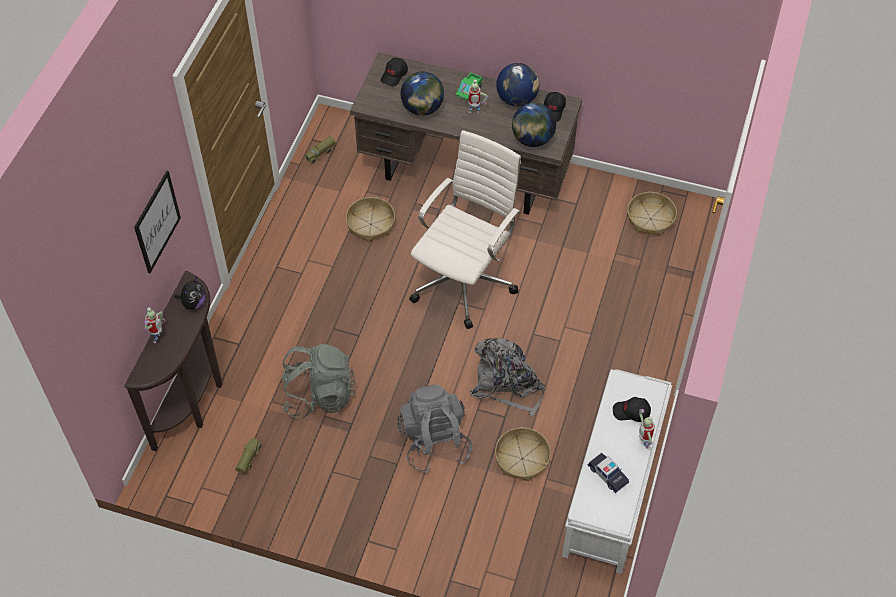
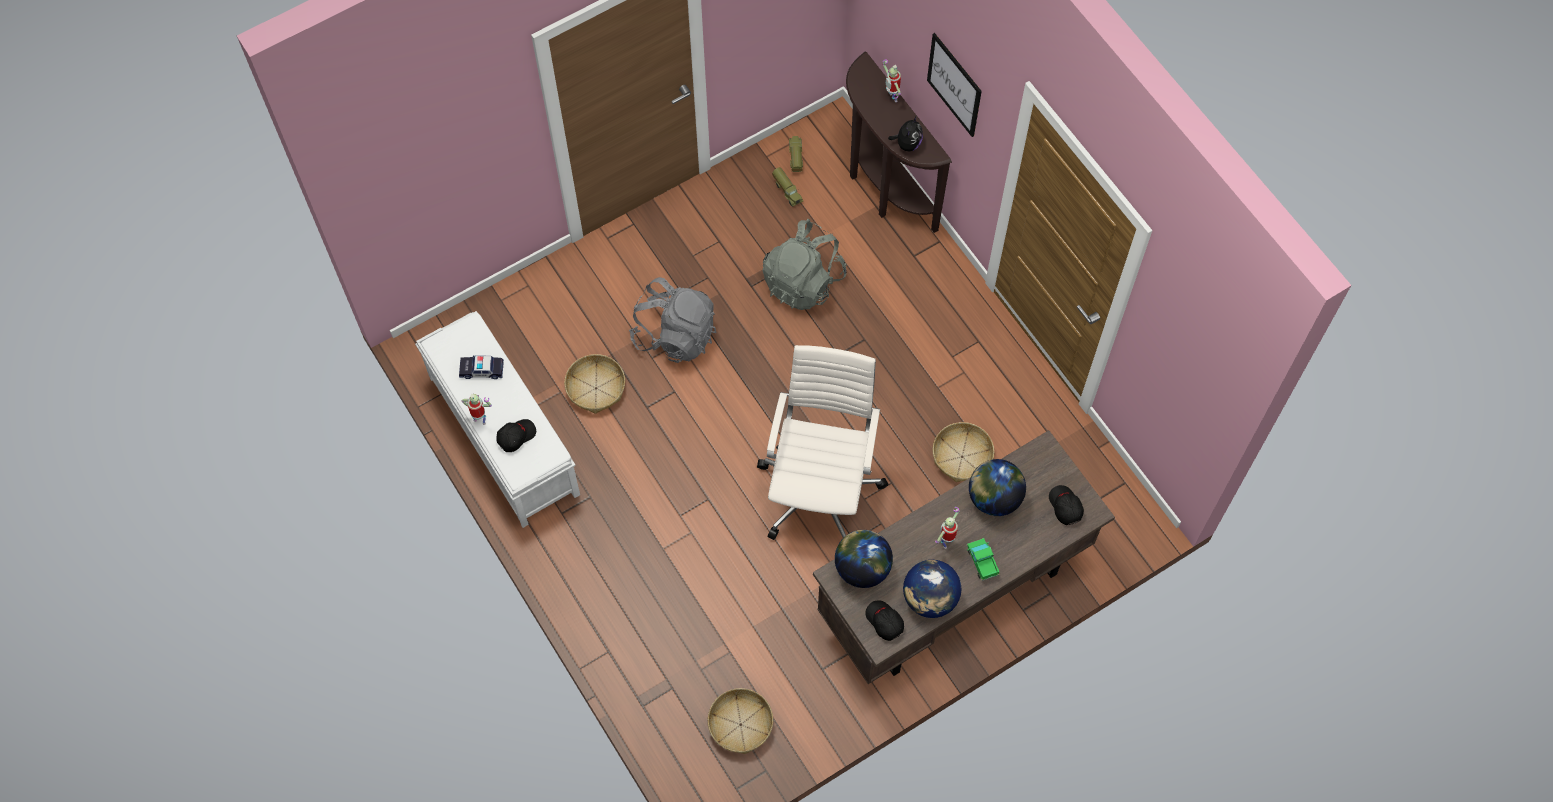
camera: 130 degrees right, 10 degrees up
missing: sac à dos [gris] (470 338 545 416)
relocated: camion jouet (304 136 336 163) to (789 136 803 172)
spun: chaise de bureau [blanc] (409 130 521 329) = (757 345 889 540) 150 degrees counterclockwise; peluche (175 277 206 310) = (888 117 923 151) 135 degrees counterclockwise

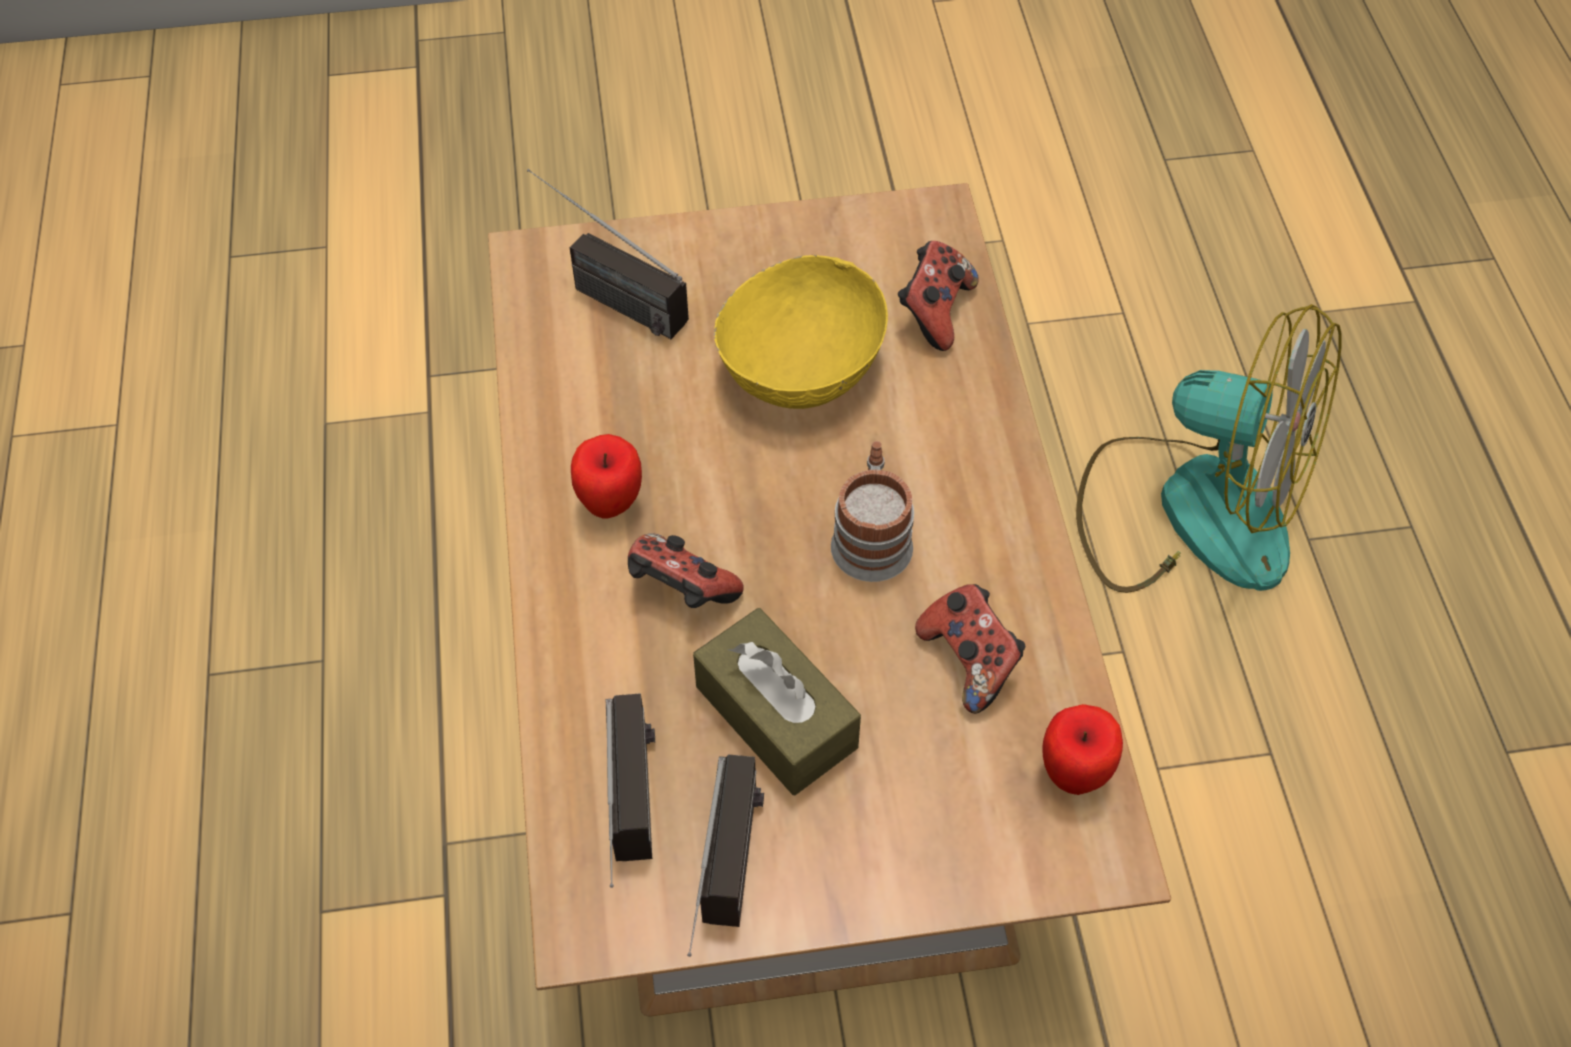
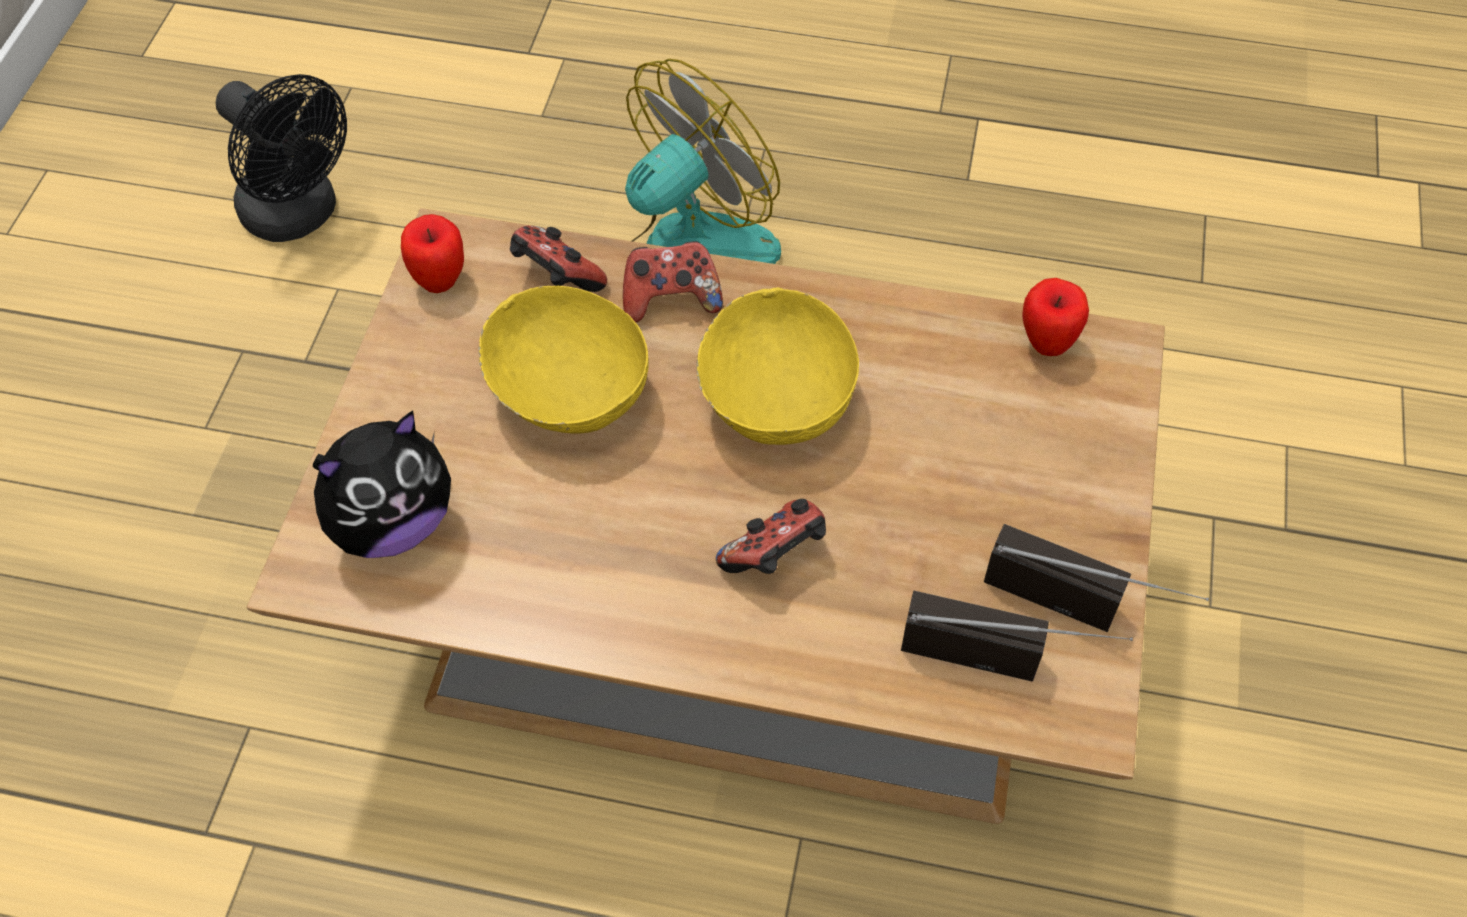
camera: 70 degrees left, 0 degrees up
missing: boîte à mouchoirs [marron] (693 608 861 795)
appeared: ventilateur [noir] (216 74 347 242)
relocated: pomme (571 434 642 519) to (401 214 464 293); manette (915 584 1025 714) to (623 241 723 322)
exchanged: radio (527 169 689 339) to peluche (313 411 451 558); mug (831 441 914 582) to bol [jaune] (696 287 859 445)

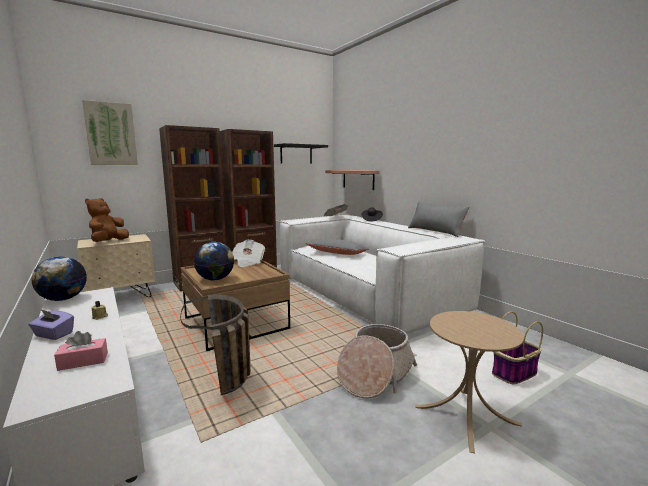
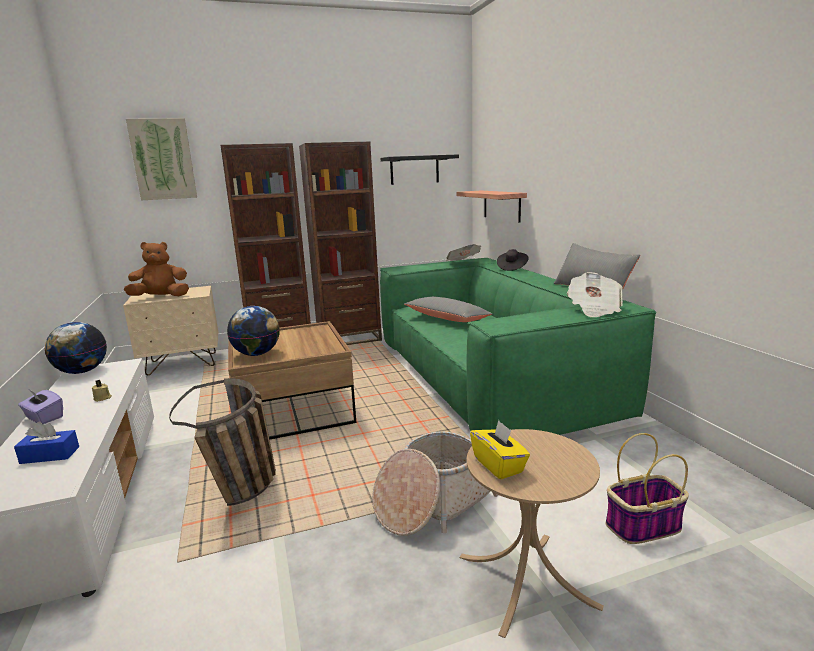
camera: 15 degrees right, 5 degrees up
appeared: boîte à mouchoirs [jaune] (470 420 530 479)
relocated: journal (232 240 265 267) to (567 272 623 317)
colour: canapé [blanc] (279 215 485 334) to canapé [vert] (380 258 656 435); boîte à mouchoirs [rose] (54 331 108 371) to boîte à mouchoirs [bleu] (14 421 79 464)
spun: peluche [marron] (85 198 129 242) = (124 242 189 296) 45 degrees clockwise

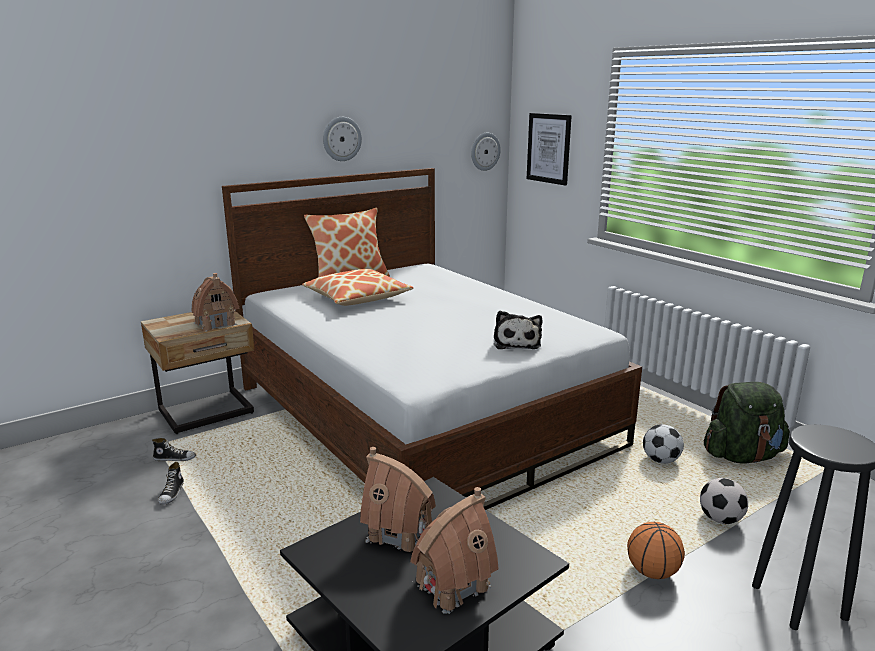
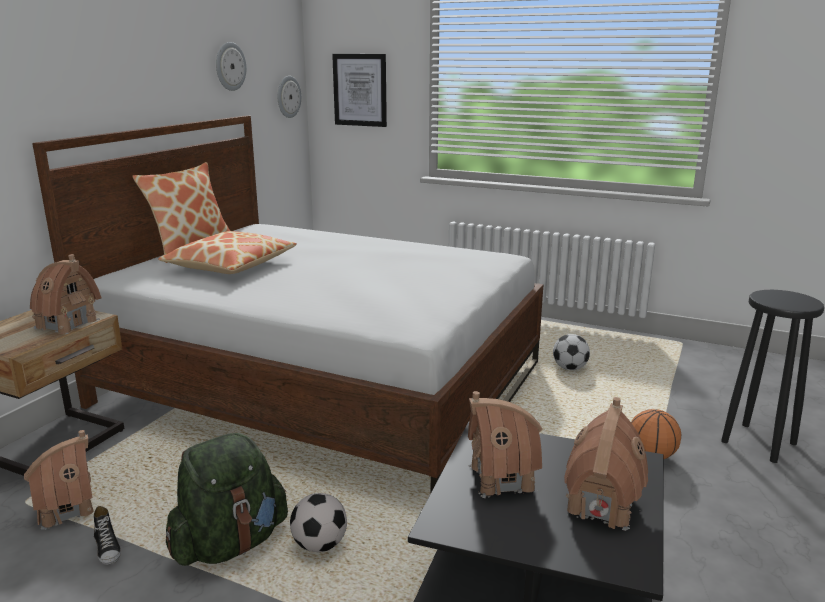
camera: 30 degrees left, 0 degrees up
missing: peluche (494 311 542 349)
relocated: horloge murale (323 117 362 161) to (216 42 246 91); sac à dos [vert] (704 382 790 464) to (166 433 288 566); ballon de foot (700 478 748 524) to (290 493 347 552)
exchanged: chaussure (152 438 196 461) to maison miniature (24 430 94 530)

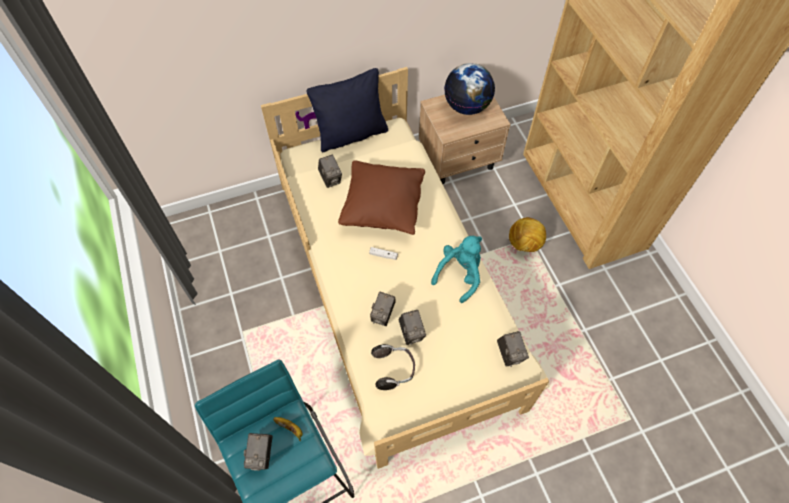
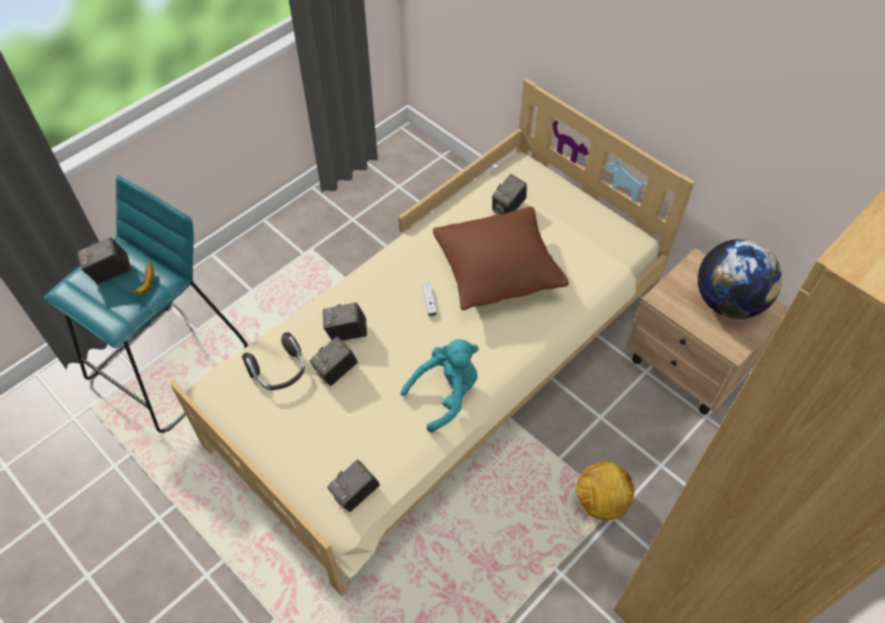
camera: 65 degrees right, 5 degrees down
missing: coussin [noir] (307 68 388 152)
spun: peluche [turquoise] (431 236 482 303) = (401 339 479 433) 45 degrees counterclockwise

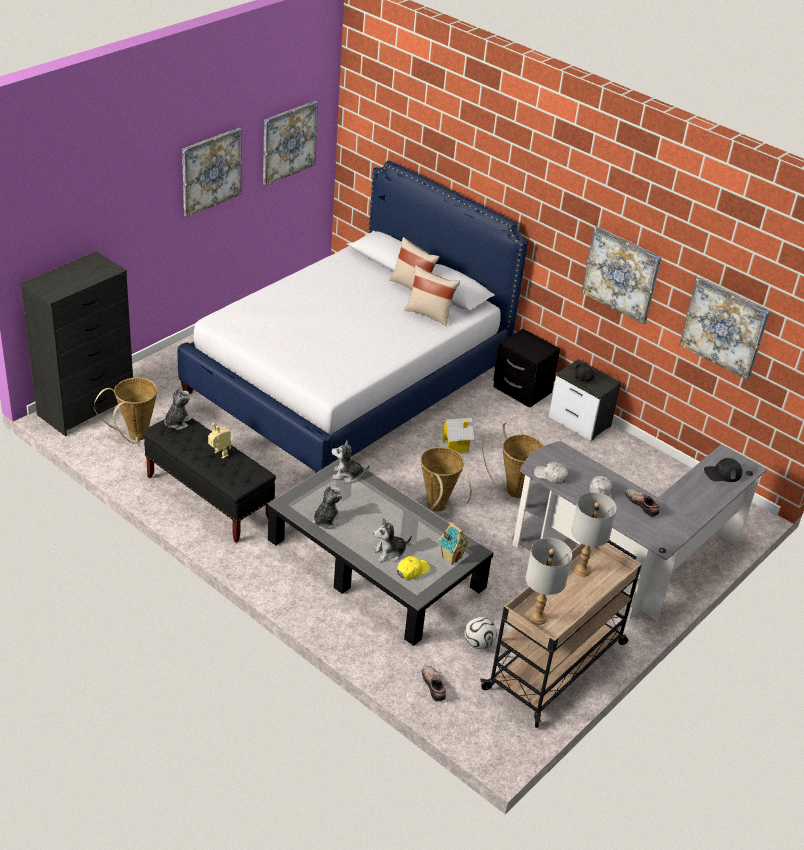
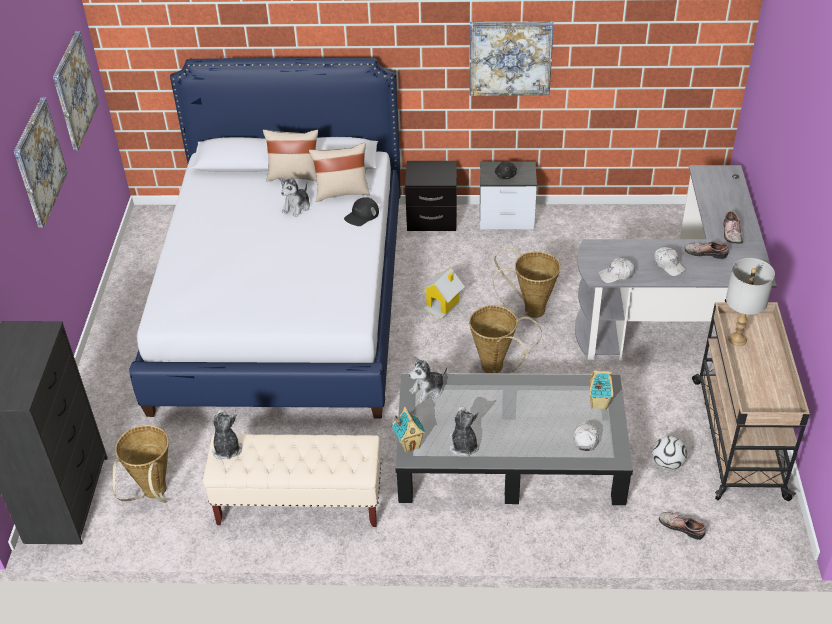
camera: 35 degrees left, 5 degrees up
missing: tableau (679 278 770 380); robot jouet (208 423 231 459); lampe de table [gris] (526 538 572 625)
appeared: chaussure (724 211 743 244); maison miniature (392 407 426 453)
relocated: casquette [noir] (704 458 742 482) to (344 197 379 226); peluche (373 518 412 562) to (280 177 310 217)
colour: banc [noir] (143 418 276 543) to banc [beige] (203 434 381 527); casquette [jaune] (397 556 430 580) to casquette [blanc] (573 421 599 451)

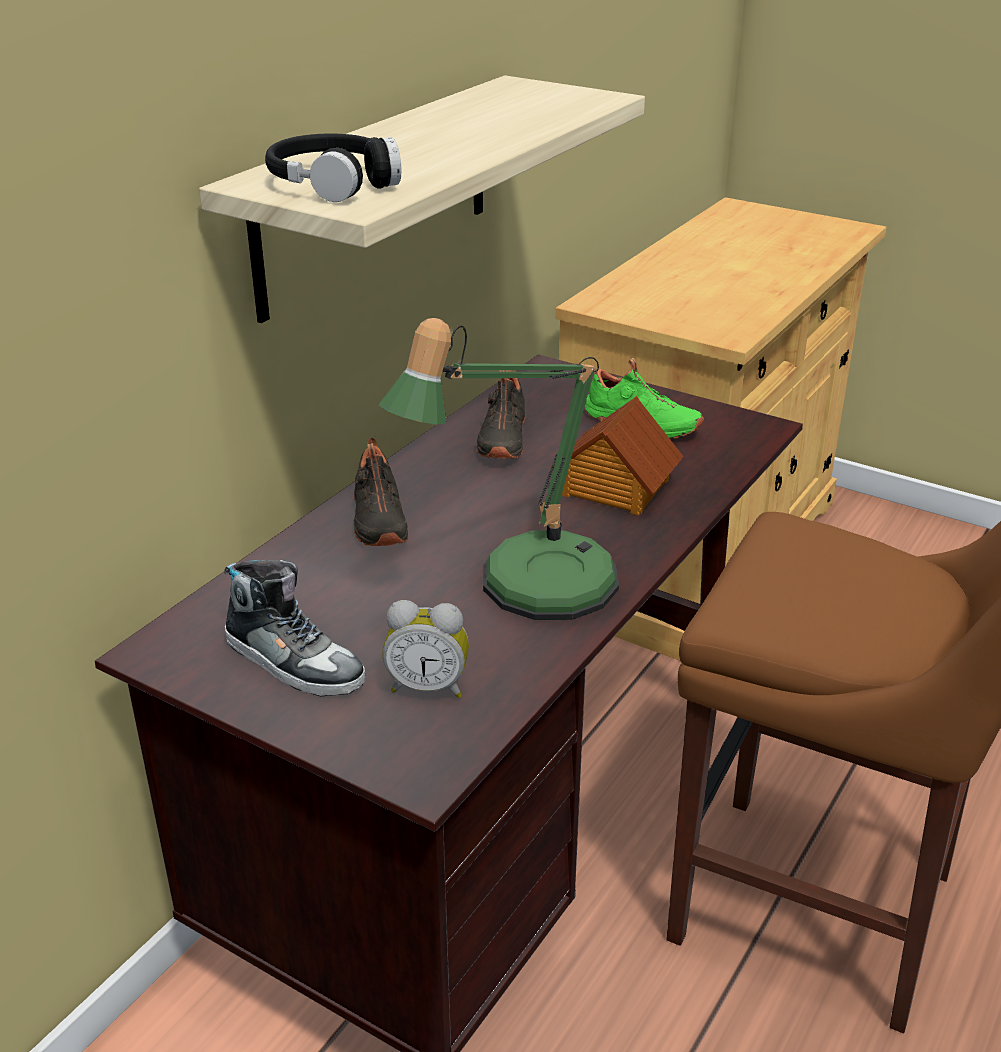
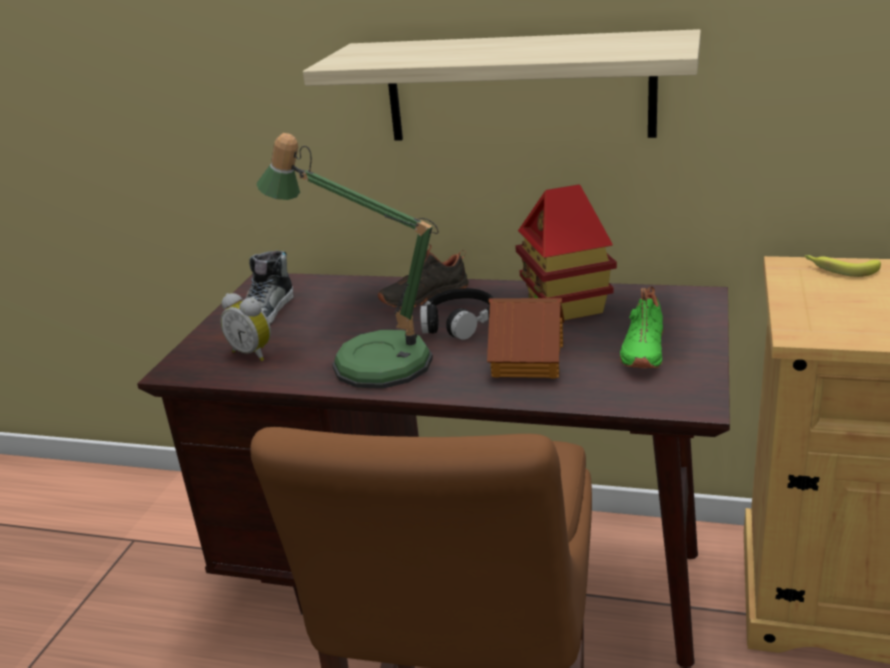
camera: 75 degrees right, 5 degrees down
appeared: banane (804 255 881 277)
relocated: casque audio [noir] (265 134 401 202) to (420 288 493 340)
exchanged: chaussure [noir] (477 370 526 459) to maison miniature (515 184 617 320)
spun: réveil (383 600 469 698) = (220 293 271 361) 45 degrees counterclockwise

